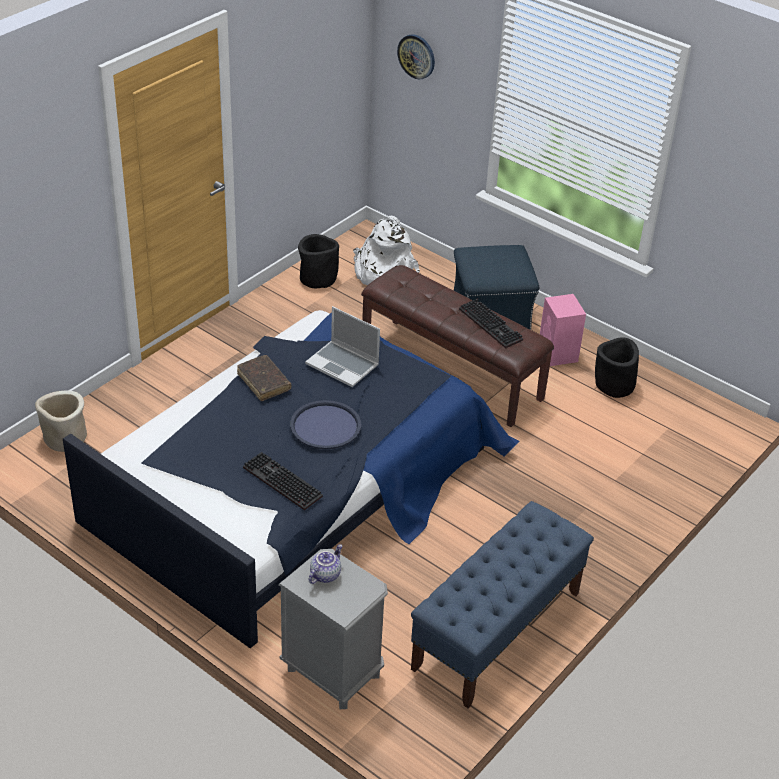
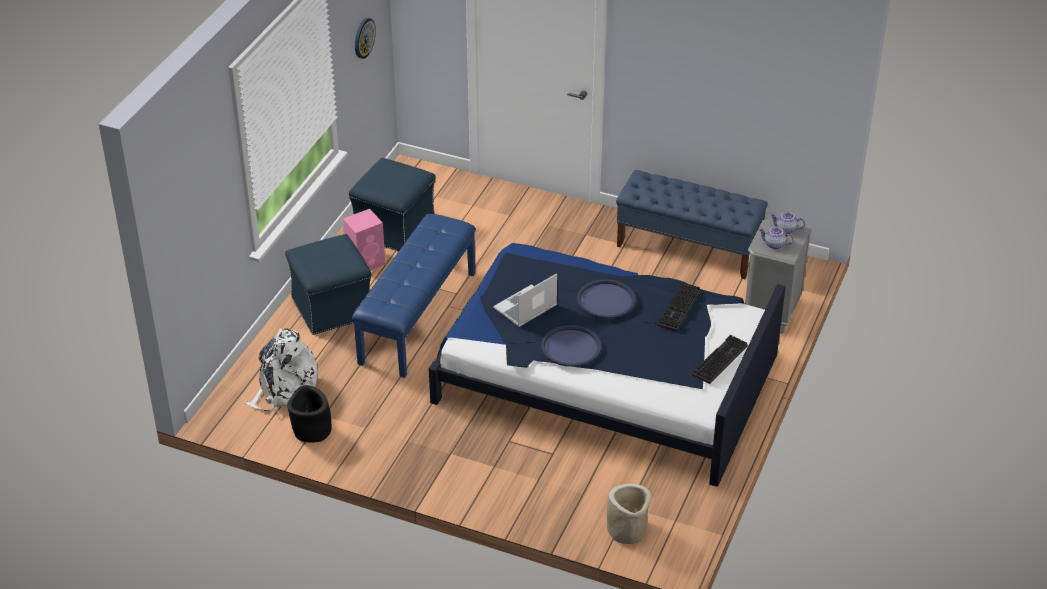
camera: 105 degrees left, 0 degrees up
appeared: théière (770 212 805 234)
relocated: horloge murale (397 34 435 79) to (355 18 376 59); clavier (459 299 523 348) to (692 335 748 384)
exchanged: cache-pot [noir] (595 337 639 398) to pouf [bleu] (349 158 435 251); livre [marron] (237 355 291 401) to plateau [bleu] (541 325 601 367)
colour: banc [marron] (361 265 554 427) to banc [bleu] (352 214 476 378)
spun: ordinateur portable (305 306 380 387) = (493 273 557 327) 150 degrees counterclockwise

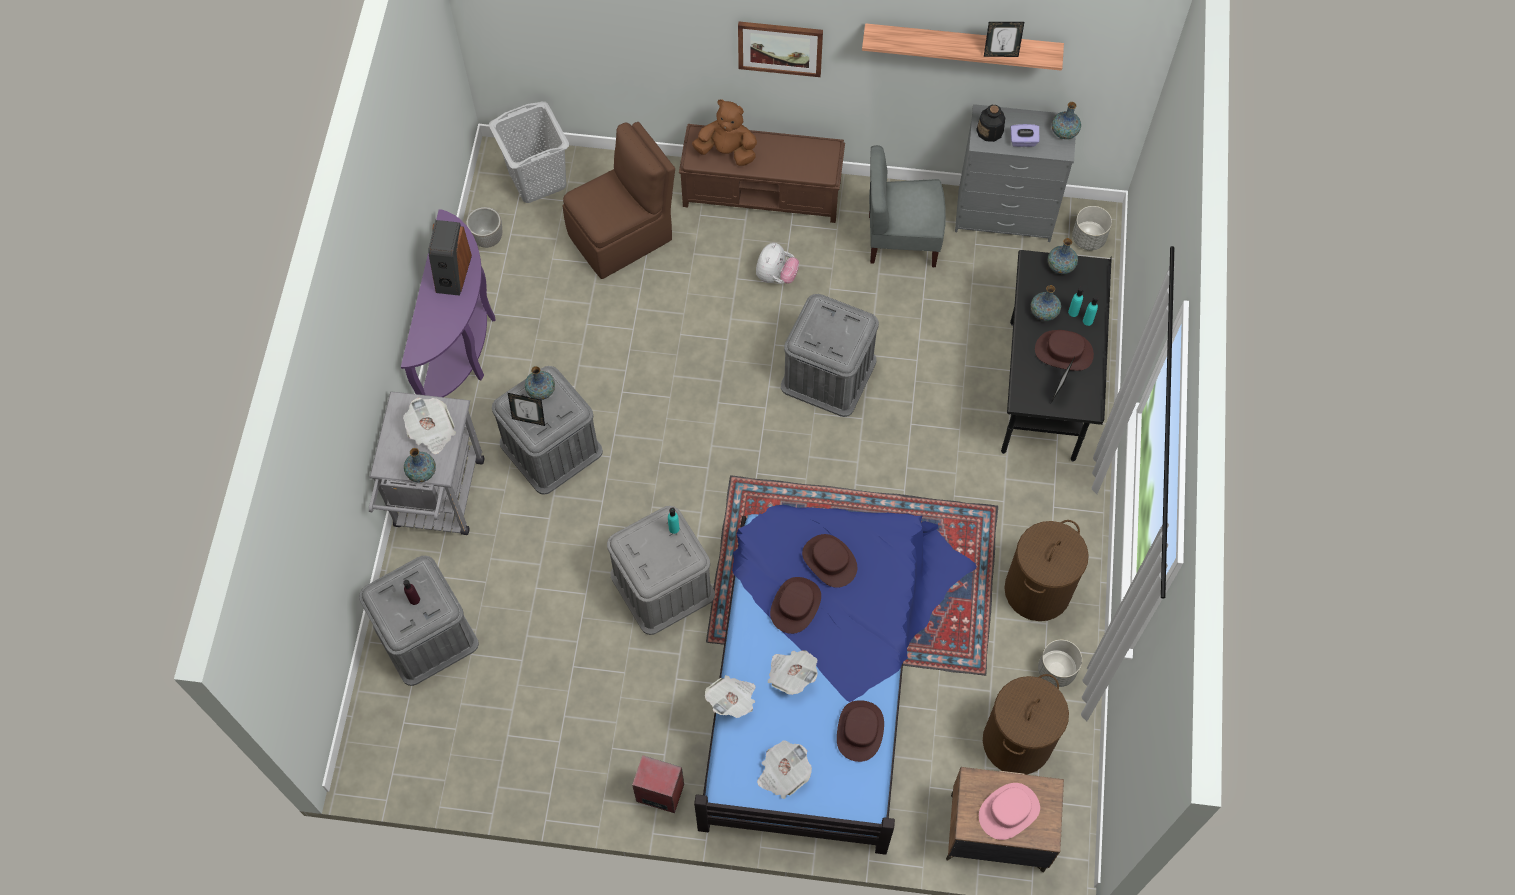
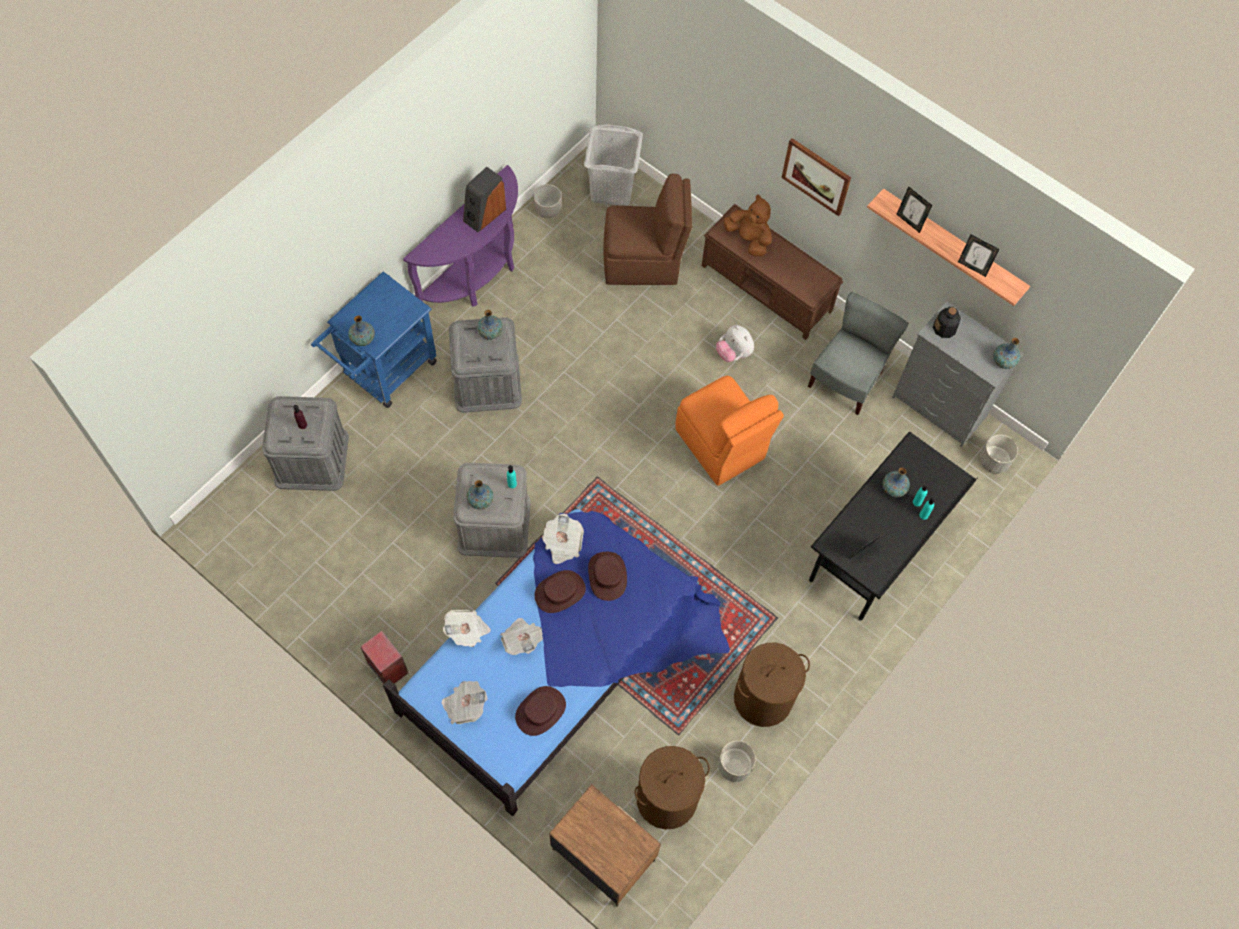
camera: 30 degrees right, 0 degrees up
missing: boîte à mouchoirs [violet] (1010 124 1040 147); chapeau [marron] (1035 330 1094 371); chapeau [rose] (979 783 1040 840)
relocated: vase (1048 238 1078 274) to (467 480 494 509); cadre photo (508 393 545 426) to (897 186 932 233); journal (403 397 456 454) to (542 514 584 564)
exchanged: boîte de rangement [gris] (781 294 879 417) to chaise [orange] (676 376 784 486)
colour: chariot [gris] (369 391 484 535) to chariot [bleu] (311 271 437 408)
spun: chaise [gris] (869 145 946 267) = (808 292 909 415) 90 degrees clockwise; peluche (756 243 799 284) = (716 325 754 362) 90 degrees clockwise

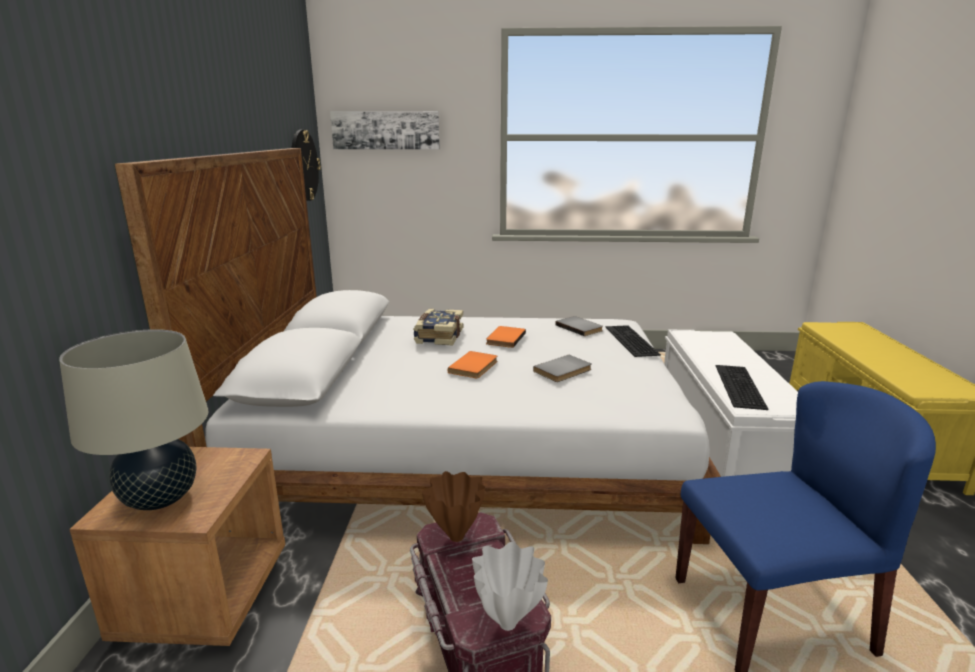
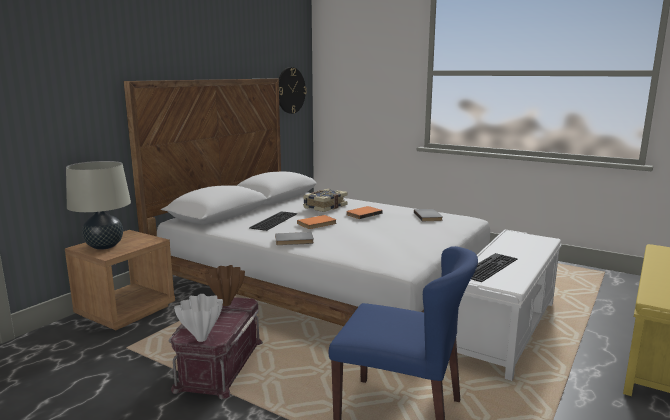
camera: 30 degrees right, 5 degrees down
missing: tableau (330 111 440 150)
relocated: clavier (605 325 661 357) to (249 211 297 231); livre [gris] (533 355 592 382) to (275 232 314 245)

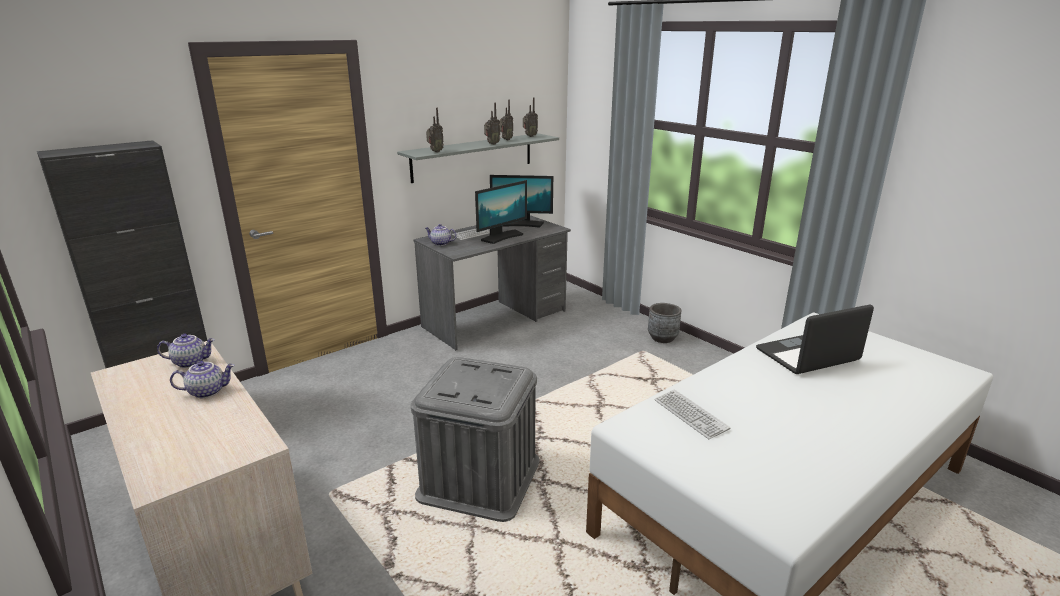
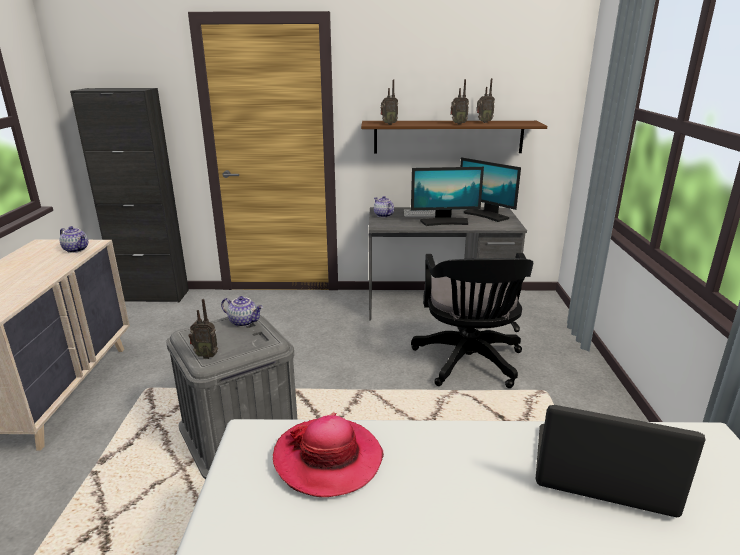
camera: 40 degrees right, 0 degrees up
missing: cache-pot [gris] (648 303 681 343)
appeared: chaise de bureau [noir] (411 253 533 388)
relocated: radio (523 97 538 137) to (189 299 218 359); théière (170 361 235 398) to (221 296 263 327)
exchanged: clavier (654 389 730 439) to chapeau (273 413 384 497)
colour: étagère [gris] (397 133 559 183) to étagère [marron] (361 121 547 153)

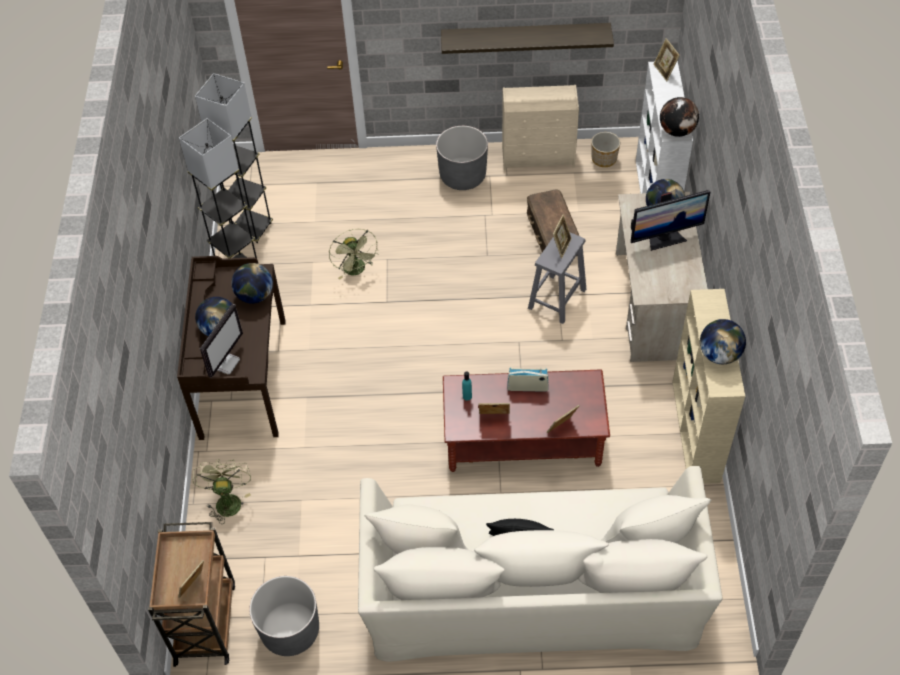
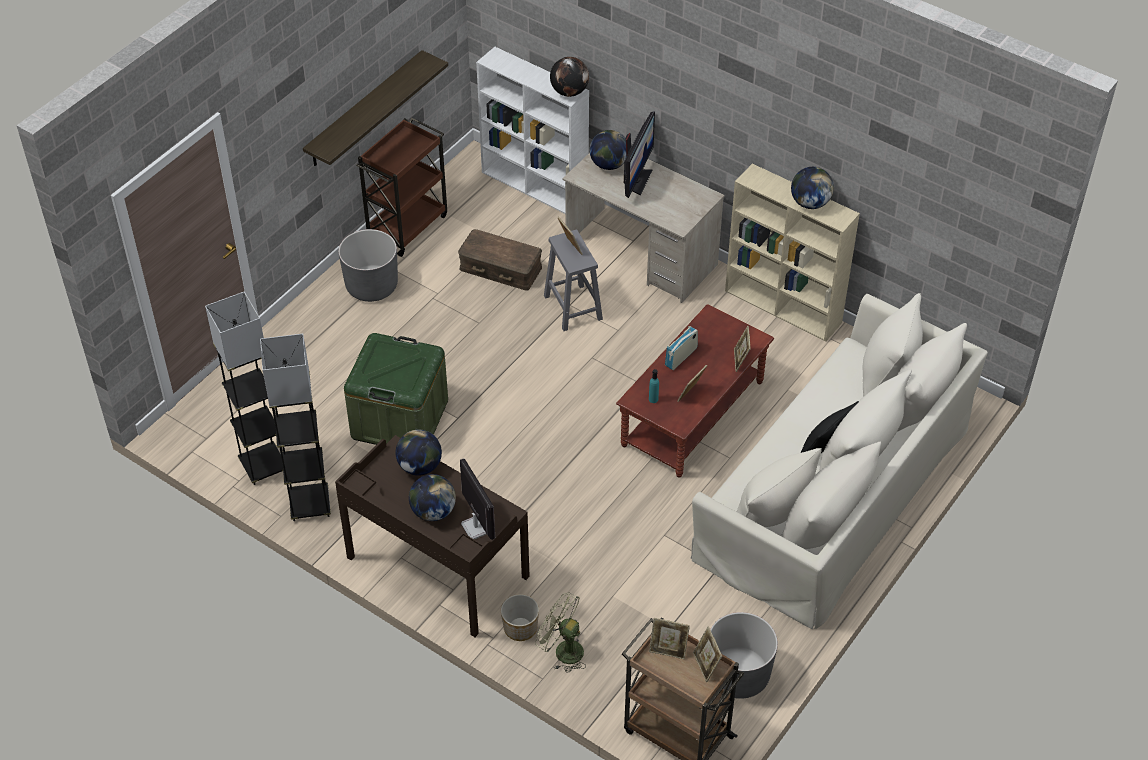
camera: 55 degrees left, 5 degrees down
relocated: cadre photo (653 38 680 81) to (649 618 690 659); cache-pot (591 132 620 167) to (501 594 539 641)
exchanged: commode [beige] (502 85 579 171) to chariot [marron] (356 118 447 257); ventilateur [vert] (329 229 379 280) to boîte de rangement [vert] (344 333 448 445)

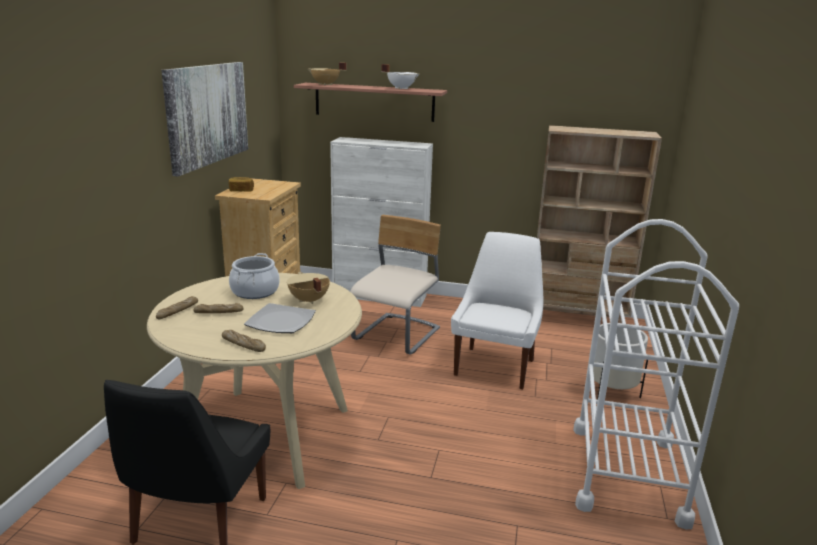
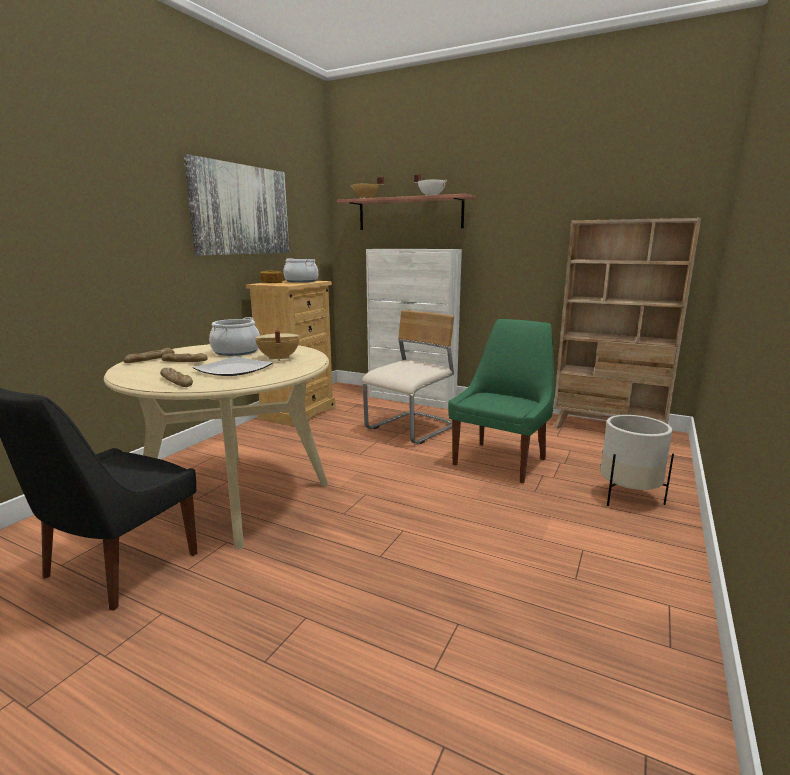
camera: 15 degrees right, 5 degrees down
missing: chariot [blanc] (573 219 739 530)
appeared: marmite (283 258 318 283)
colour: chaise [blanc] (451 232 543 389) to chaise [vert] (448 319 555 484)

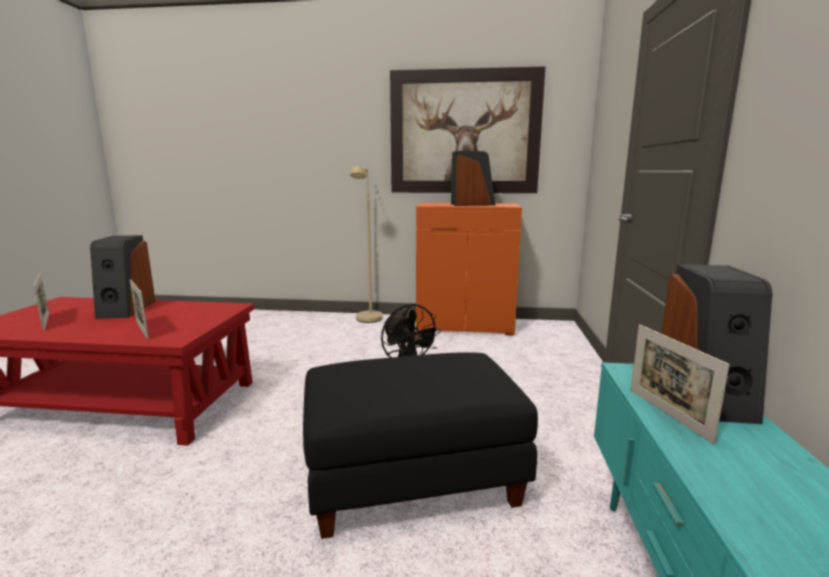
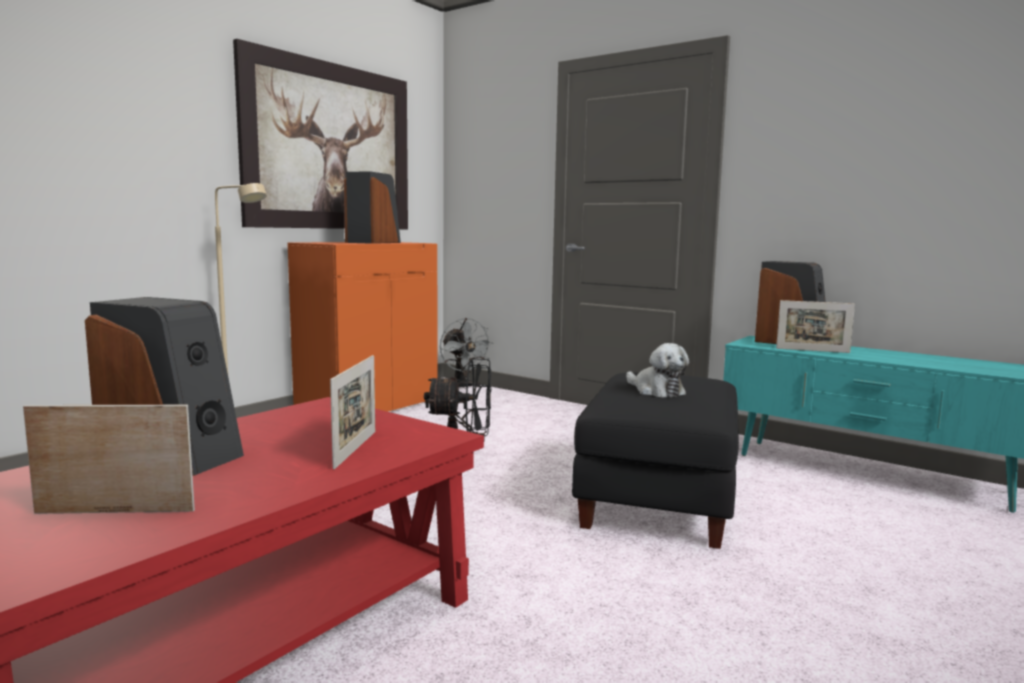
camera: 60 degrees left, 5 degrees down
appeared: ventilateur [gris] (440 318 493 389); peluche (626 343 689 398)
spun: cadre photo (130 279 149 340) = (330 355 375 469) 75 degrees counterclockwise

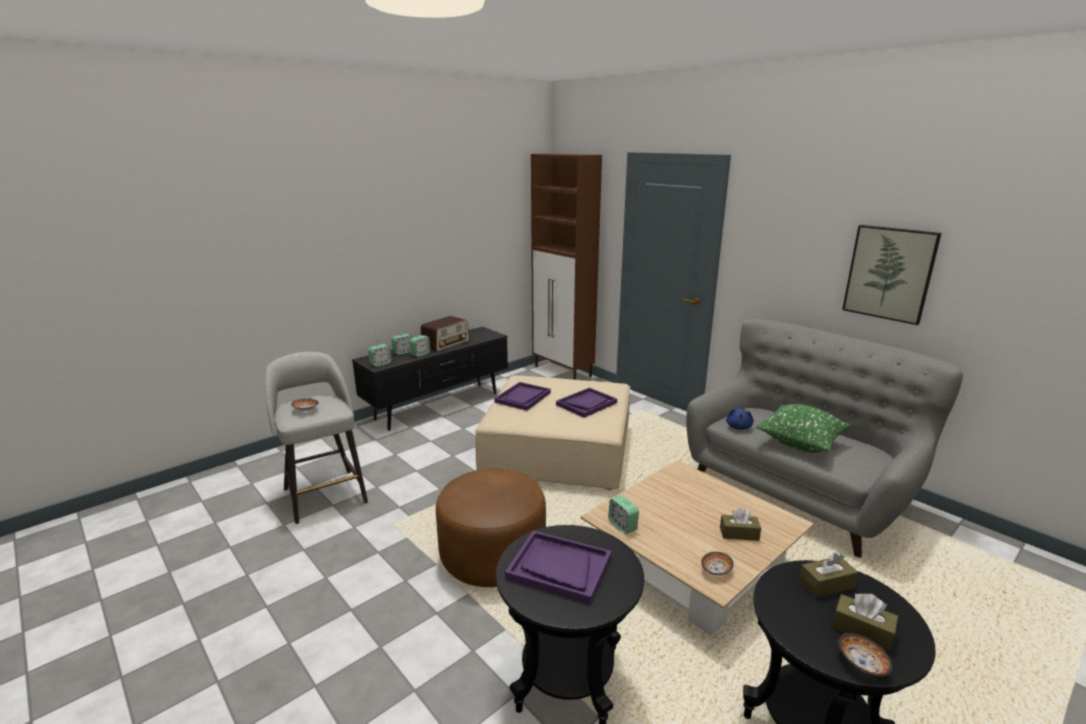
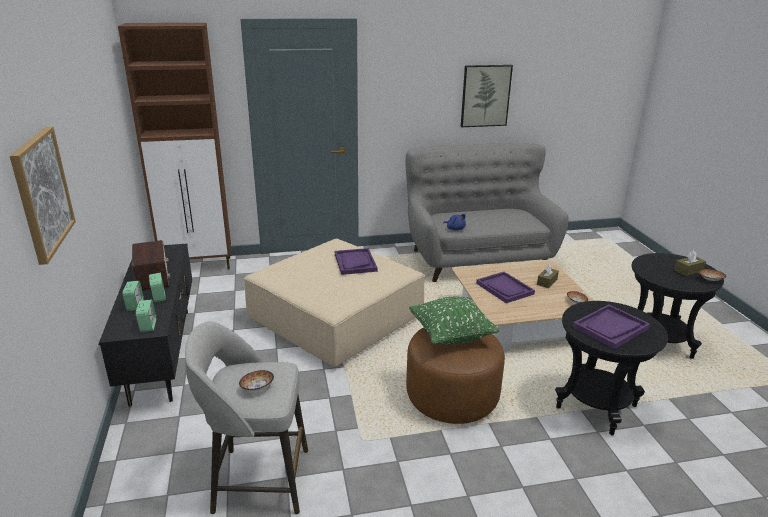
camera: 60 degrees left, 5 degrees up
missing: réveil (608 496 639 534); boîte à mouchoirs [marron] (798 553 858 598)
appeared: tableau (10 126 76 265)
relocated: plateau [violet] (494 382 551 411) to (476 272 535 303); coussin [vert] (756 404 851 453) to (409 297 499 344)

